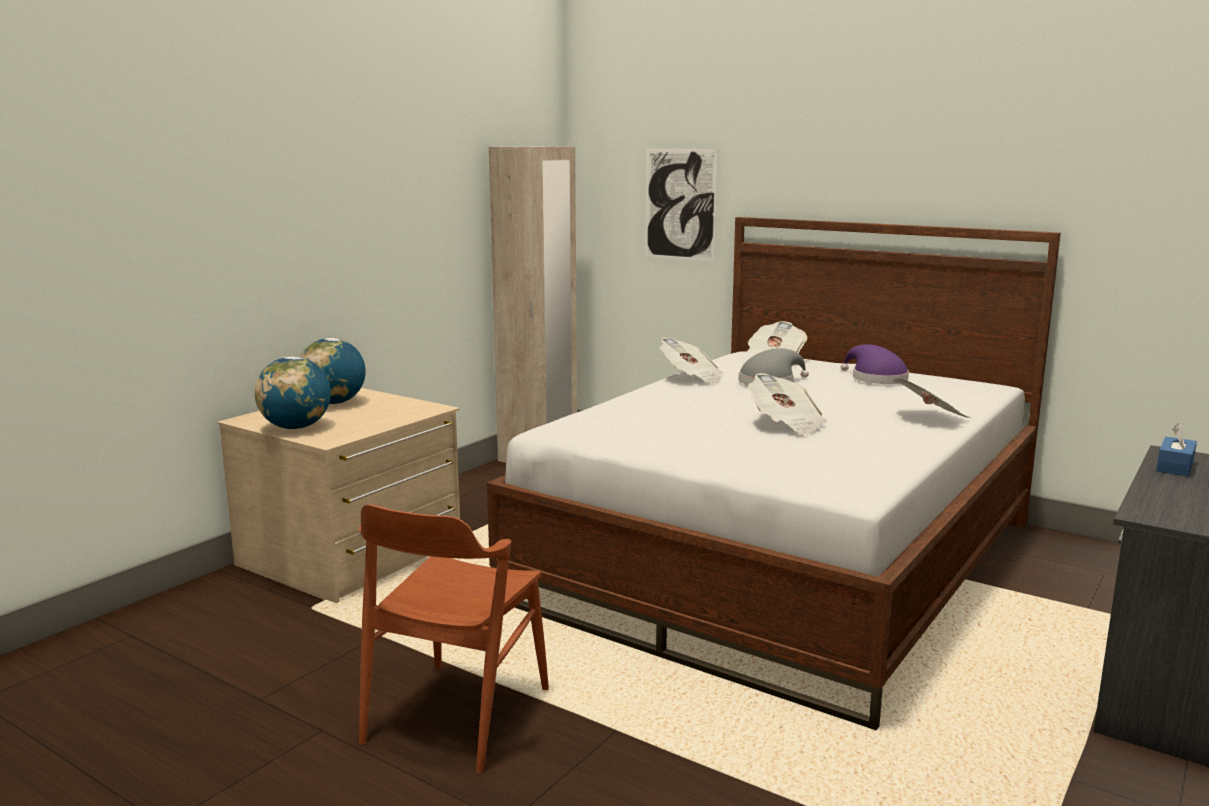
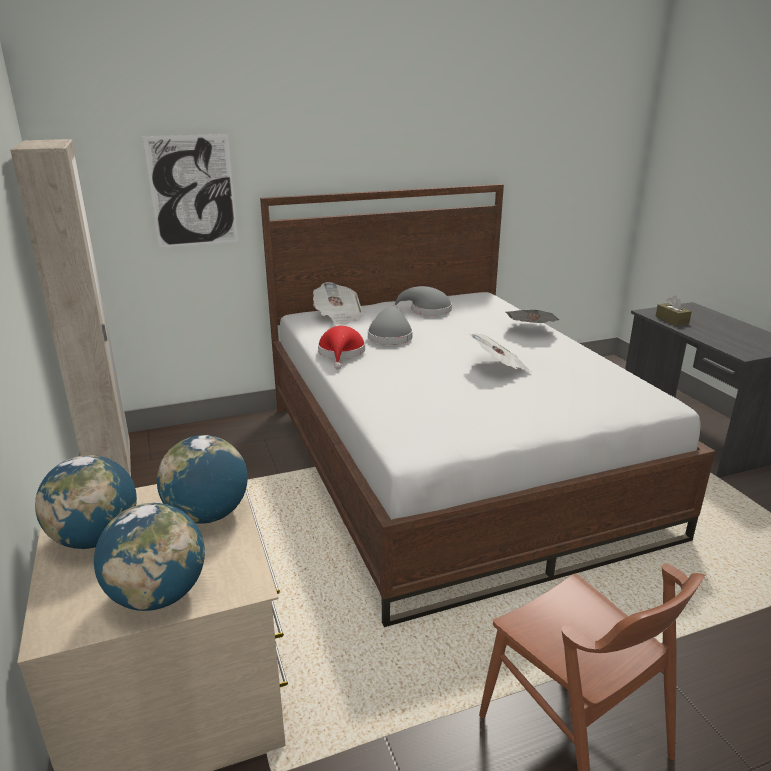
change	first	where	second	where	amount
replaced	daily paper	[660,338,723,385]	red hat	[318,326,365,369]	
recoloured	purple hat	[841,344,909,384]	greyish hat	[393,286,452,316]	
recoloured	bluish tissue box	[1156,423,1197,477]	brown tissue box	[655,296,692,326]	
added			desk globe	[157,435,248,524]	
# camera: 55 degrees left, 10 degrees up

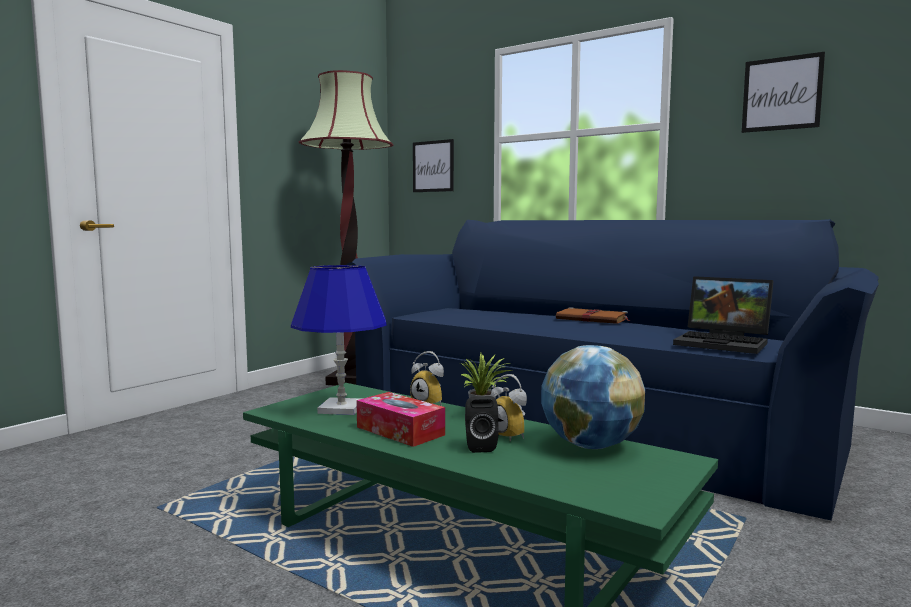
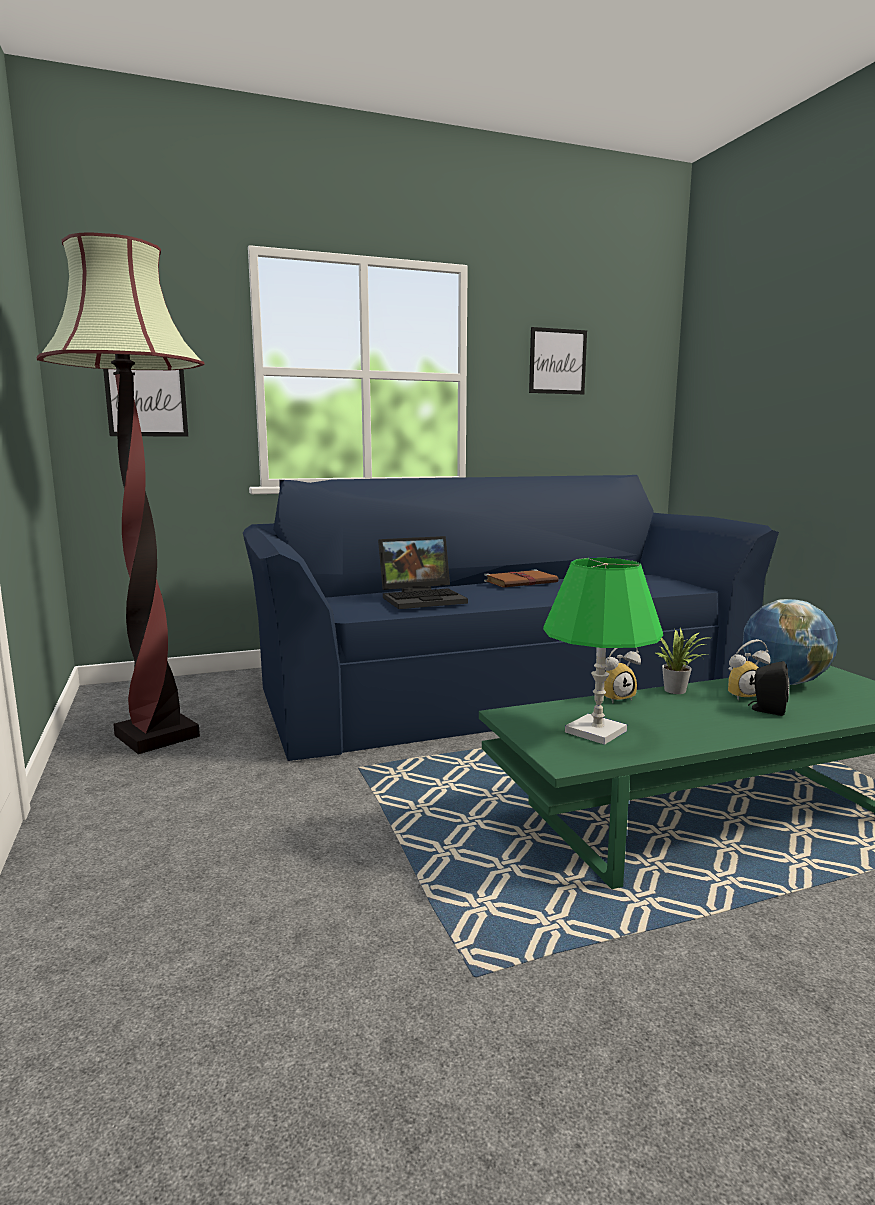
change	first	where	second	where	amount
recoloured	bluish tabletop lamp	[291,265,387,415]	green tabletop lamp	[543,558,663,745]	
moved	laptop	[673,276,774,354]		[378,536,468,609]	
removed	tissue box	[356,392,445,447]			
# camera: 55 degrees left, 5 degrees up

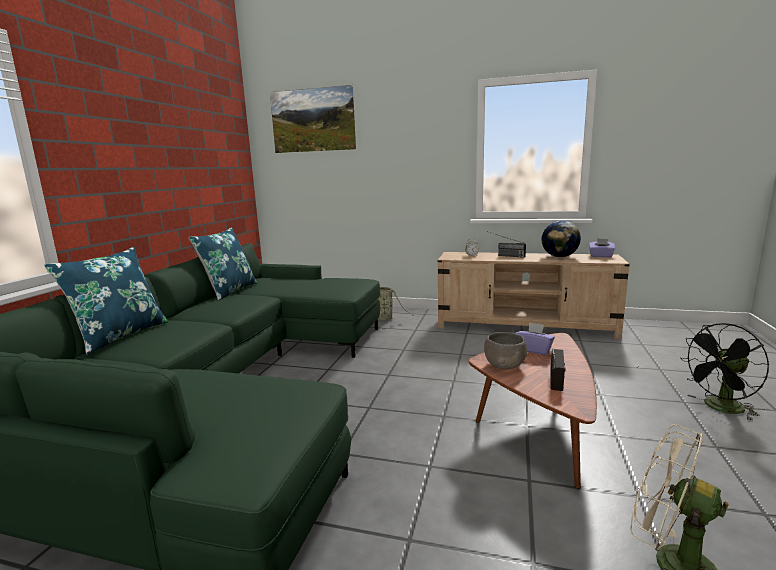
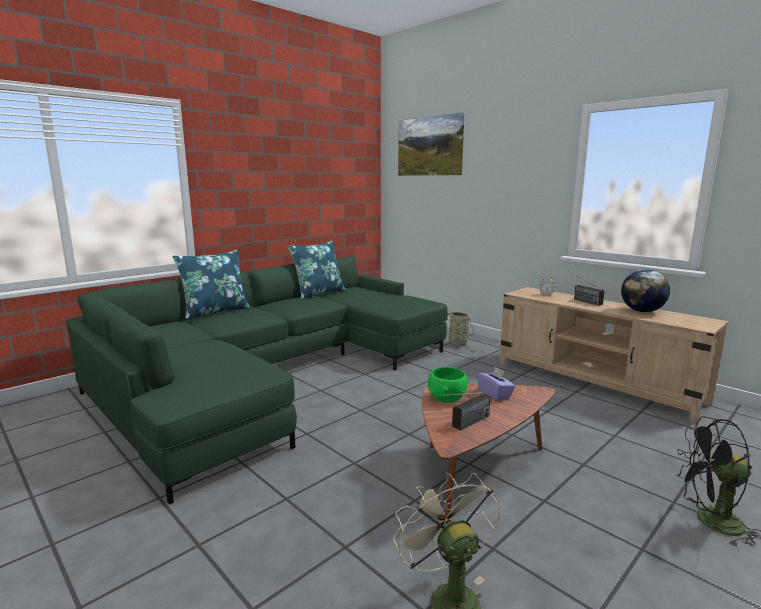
change	first	where	second	where	amount
removed	purple tissue box	[589,238,615,257]			
recoloured	greyish bowl	[484,332,528,369]	green bowl	[428,367,468,403]	
# camera: 30 degrees right, 0 degrees up

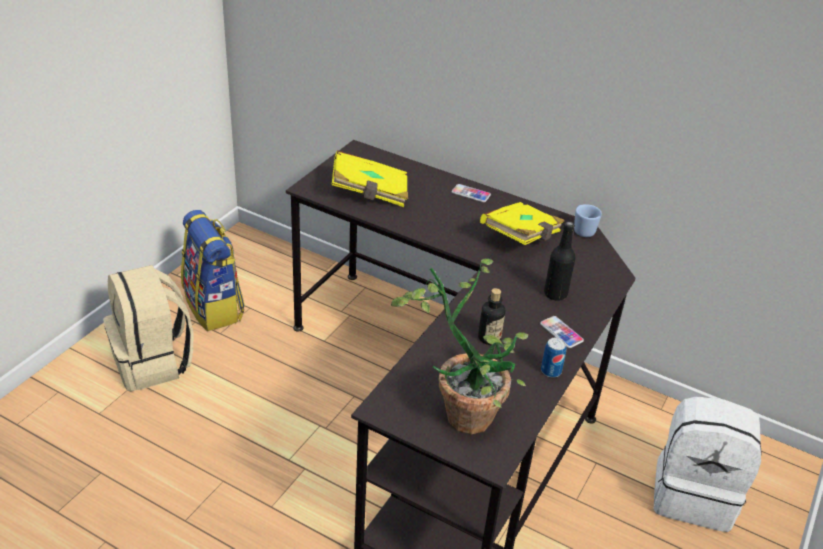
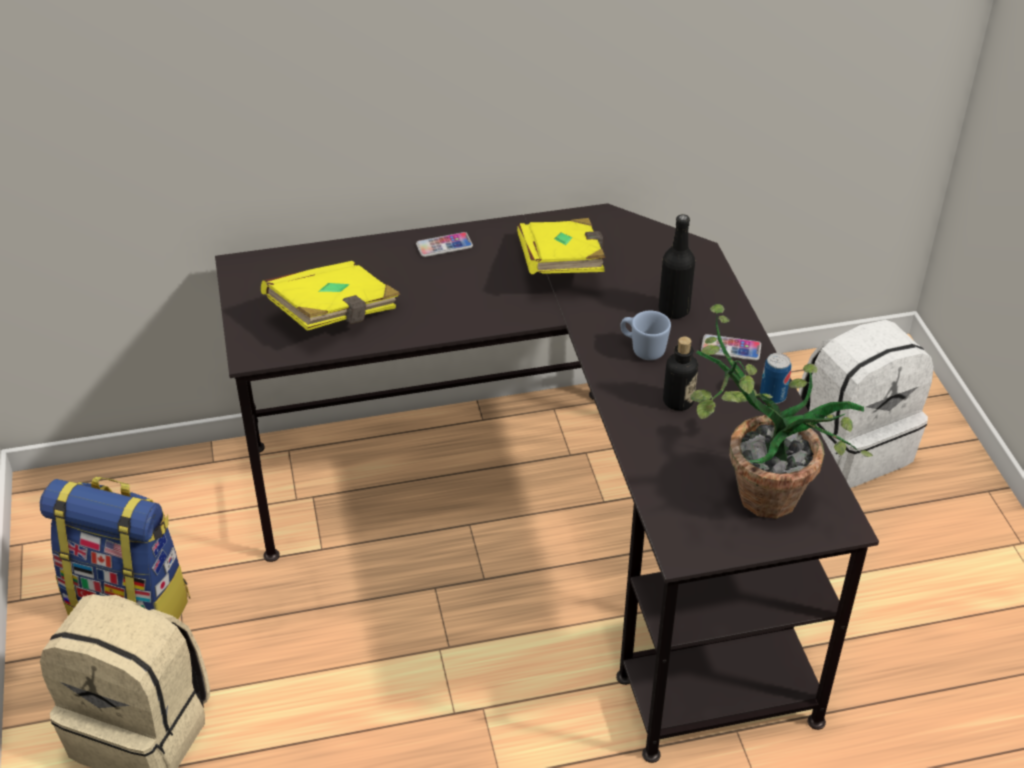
change	first	where	second	where	amount
moved	bluish tea mug	[574,204,602,237]		[620,311,671,360]	
# camera: 40 degrees left, 5 degrees up

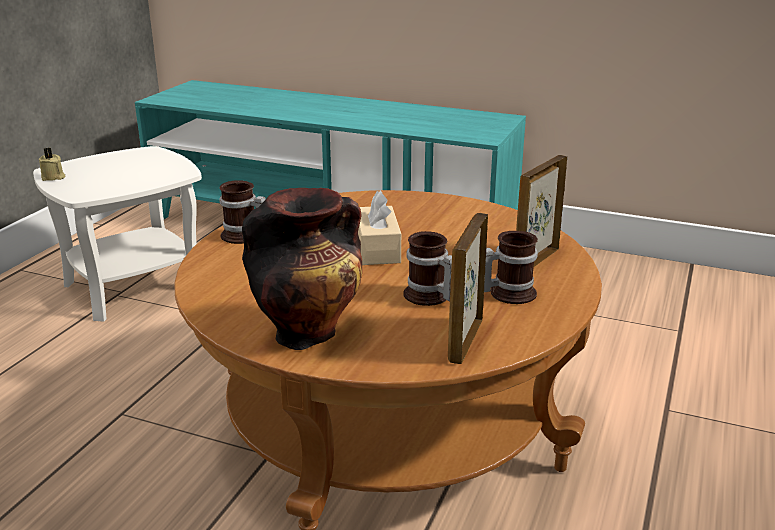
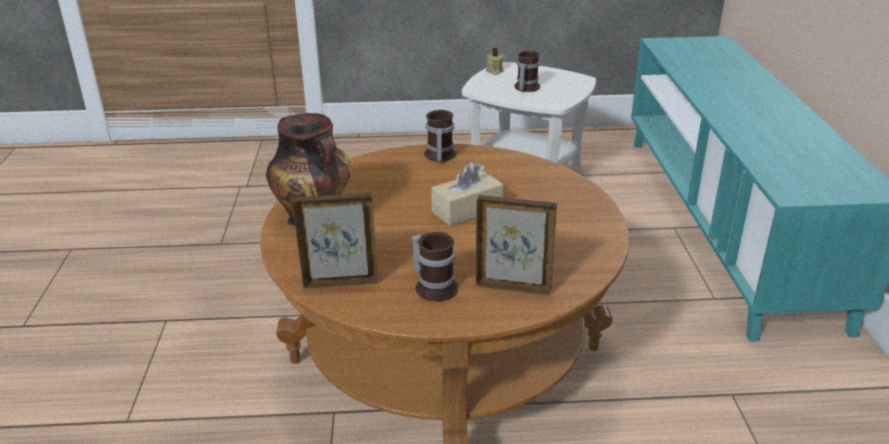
change	first	where	second	where	amount
moved	tea mug	[403,231,452,306]		[514,51,540,92]	
# camera: 65 degrees right, 5 degrees up

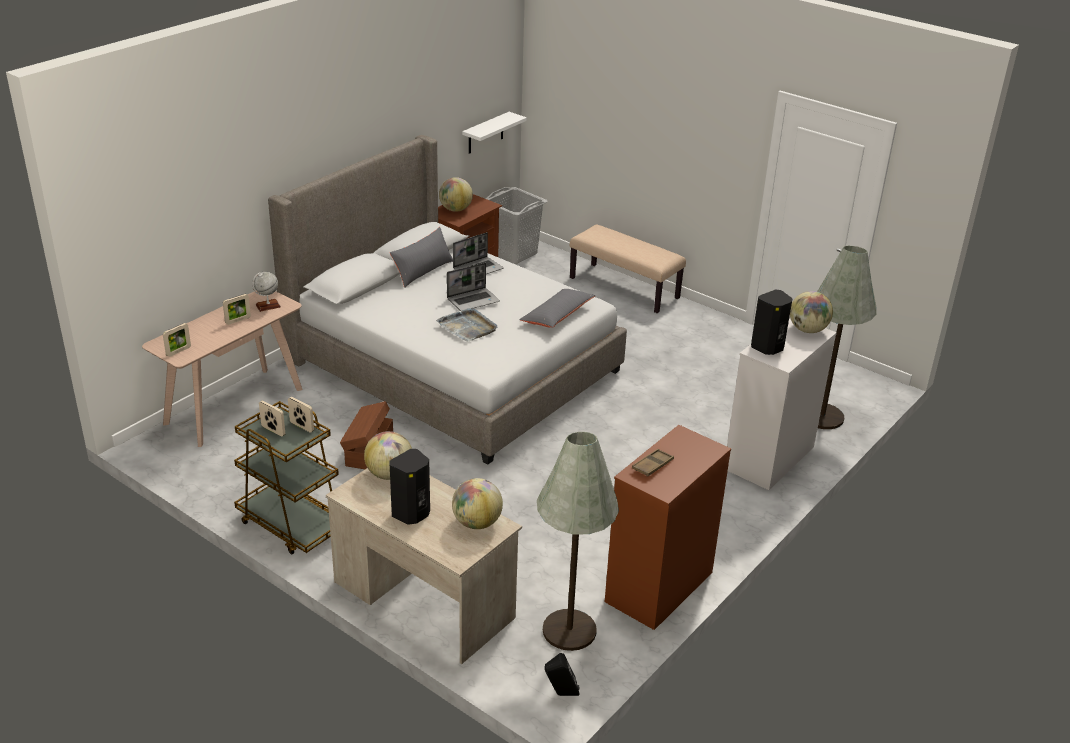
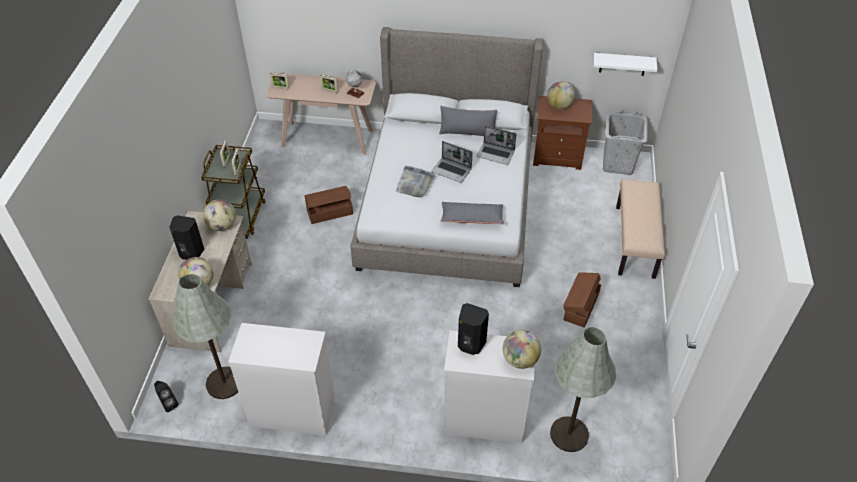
change	first	where	second	where	amount
recoloured	brown chest of drawers	[605,425,731,630]	white chest of drawers	[228,323,335,435]	
removed	brown tray	[632,449,674,476]			
added			brown storage box	[563,272,601,328]	
# camera: 60 degrees right, 15 degrees up

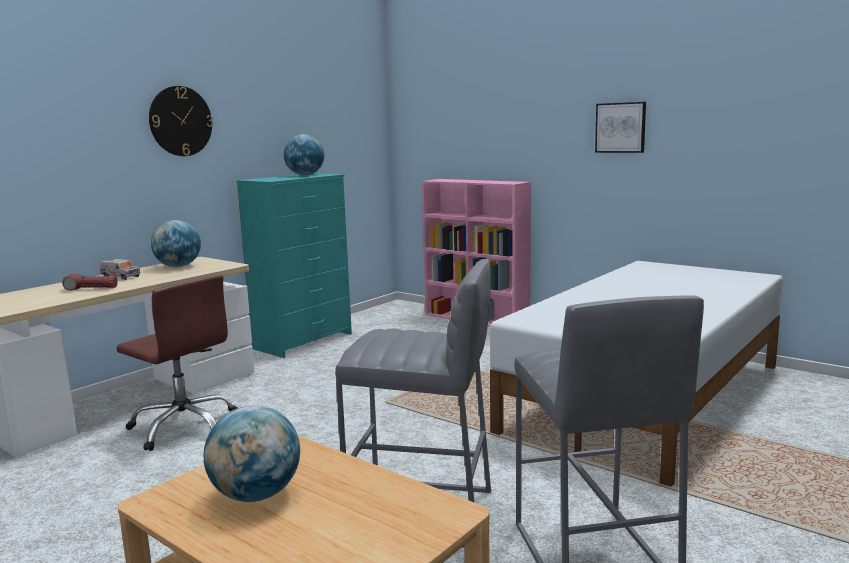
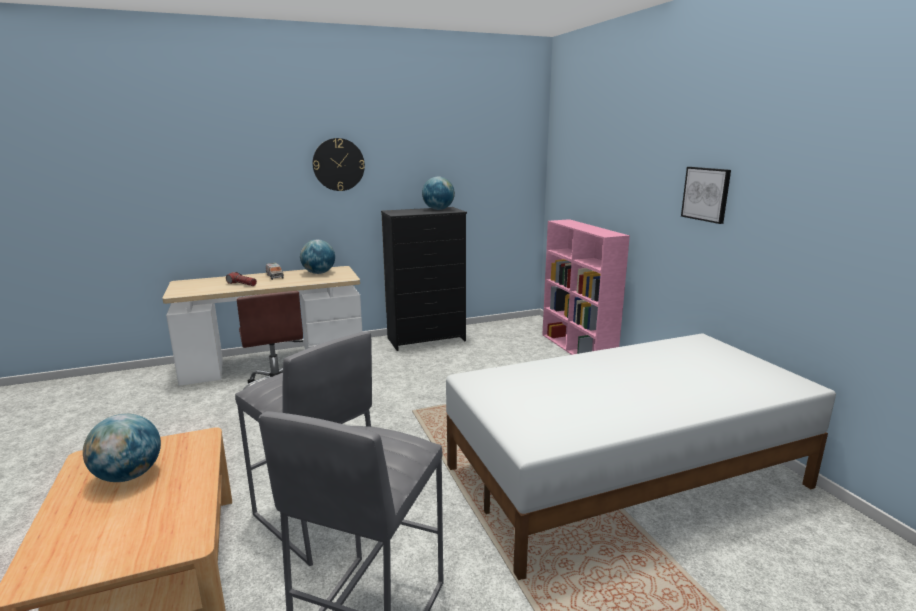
change	first	where	second	where	amount
recoloured	turquoise chest of drawers	[236,173,352,358]	black chest of drawers	[381,207,467,351]	
# camera: 30 degrees right, 5 degrees up

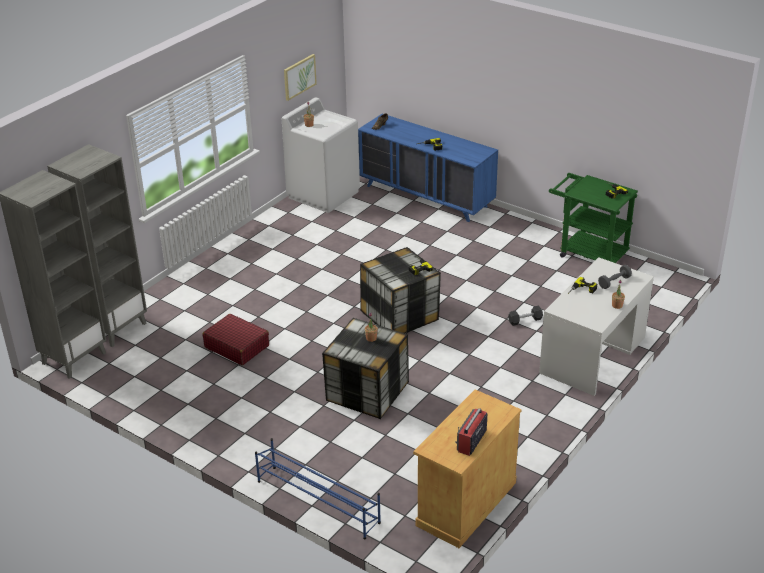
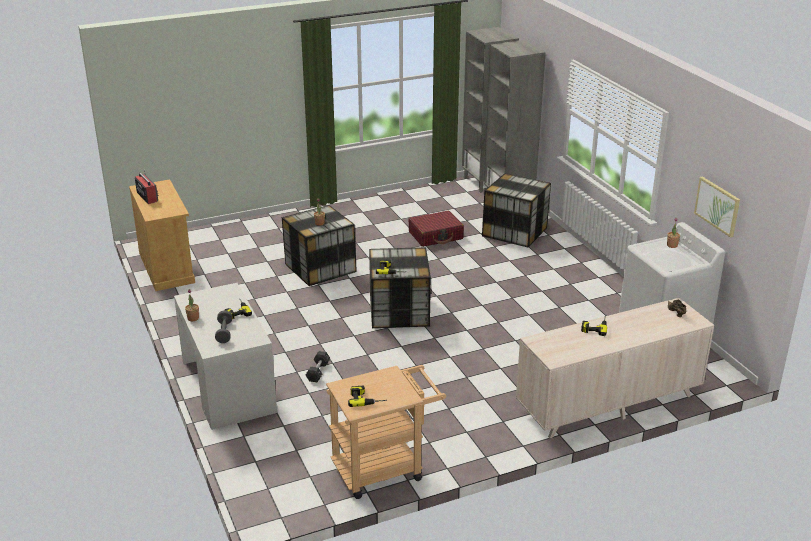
change	first	where	second	where	amount
recoloured	bluish chest of drawers	[358,114,498,222]	beige chest of drawers	[516,298,714,438]	
recoloured	green trolley	[549,173,638,263]	beige trolley	[326,365,446,499]	
removed	bluish shoe rack	[255,438,381,539]			
added			storage box	[482,173,551,247]	
# camera: 120 degrees right, 5 degrees down

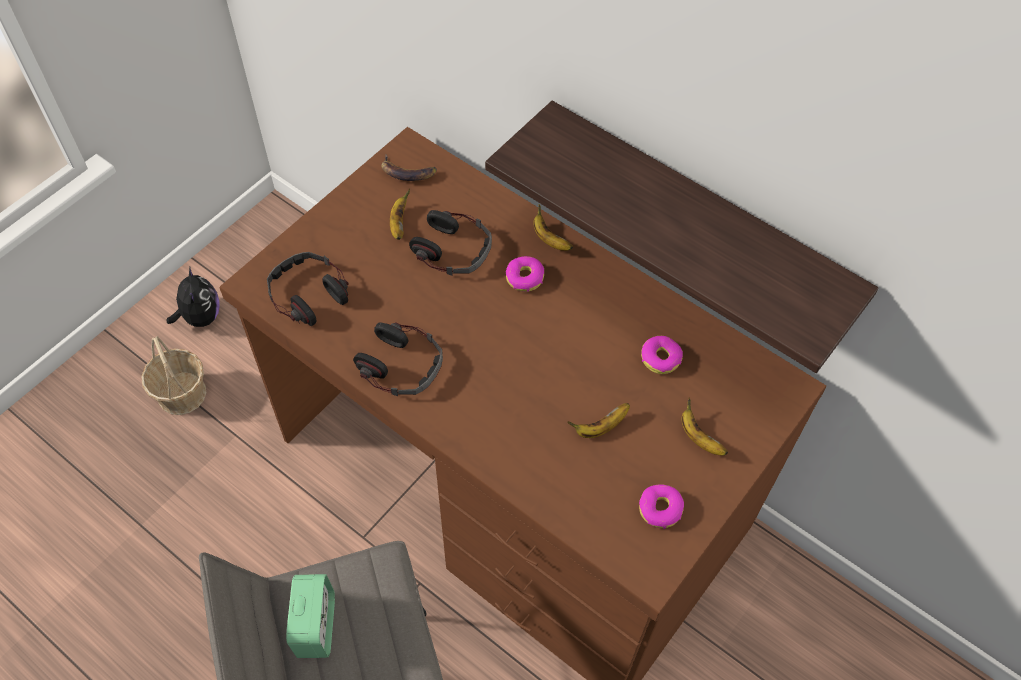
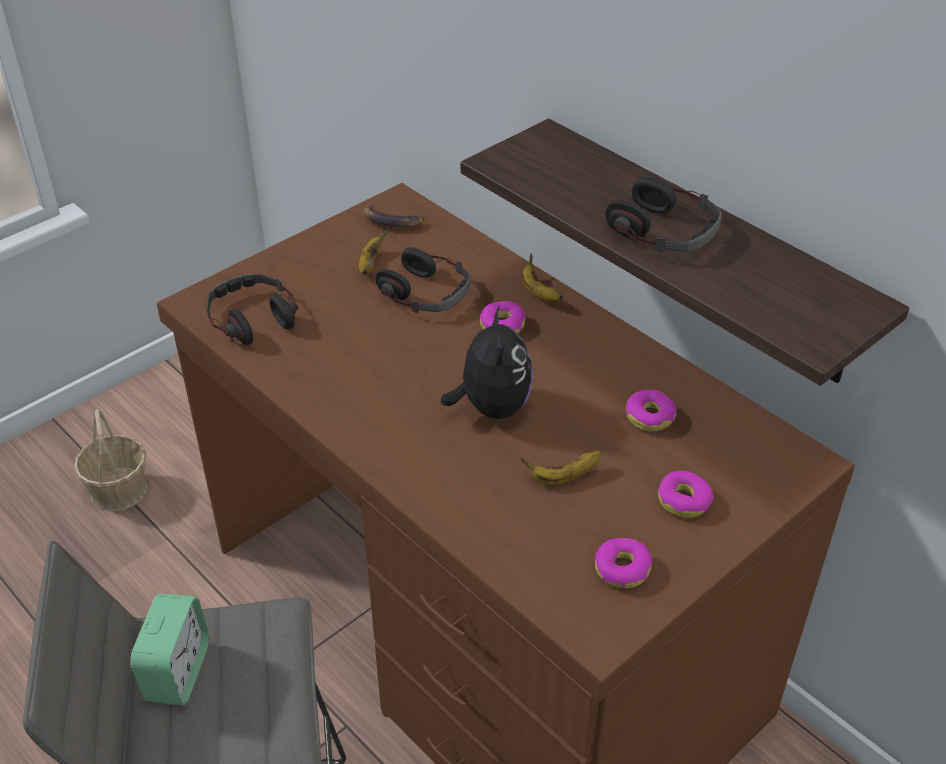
change	first	where	second	where	amount
moved	soft toy	[166,267,220,327]		[441,305,533,419]	
moved	pair of headphones	[353,322,443,396]		[605,177,722,253]	
replaced	whole banana	[682,398,728,455]	donut	[658,471,713,518]	
# camera: 10 degrees right, 15 degrees down

